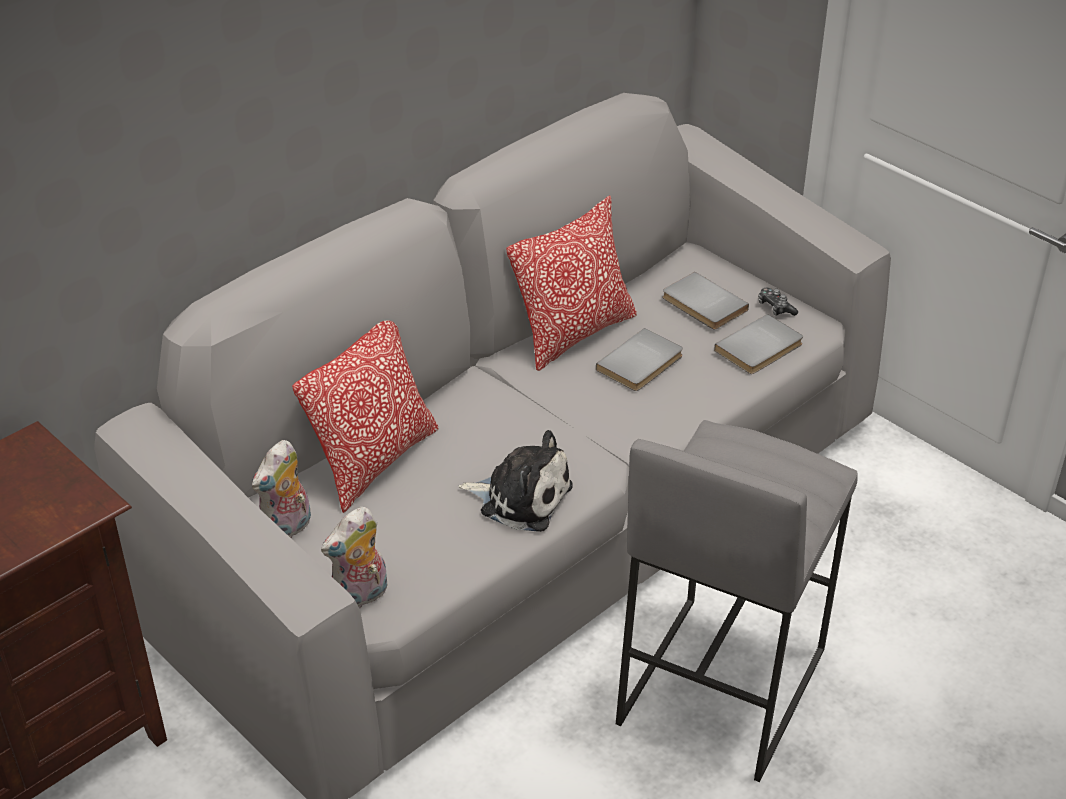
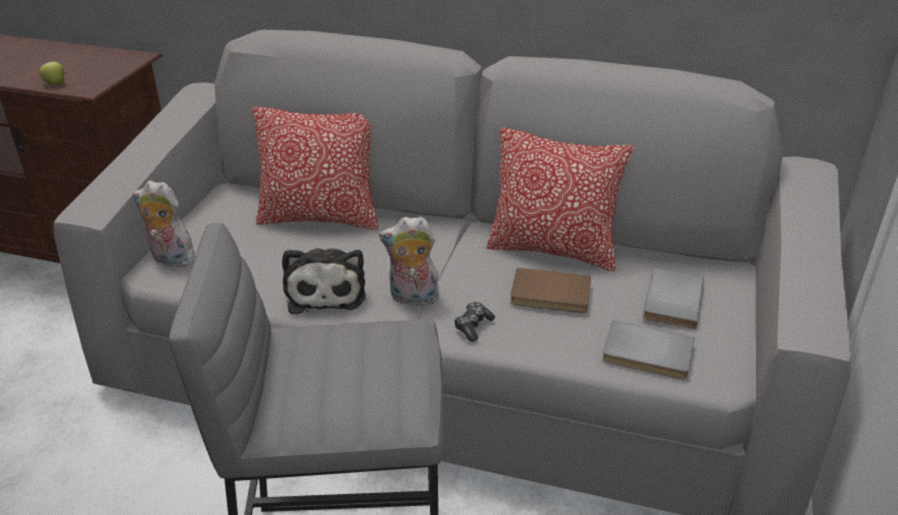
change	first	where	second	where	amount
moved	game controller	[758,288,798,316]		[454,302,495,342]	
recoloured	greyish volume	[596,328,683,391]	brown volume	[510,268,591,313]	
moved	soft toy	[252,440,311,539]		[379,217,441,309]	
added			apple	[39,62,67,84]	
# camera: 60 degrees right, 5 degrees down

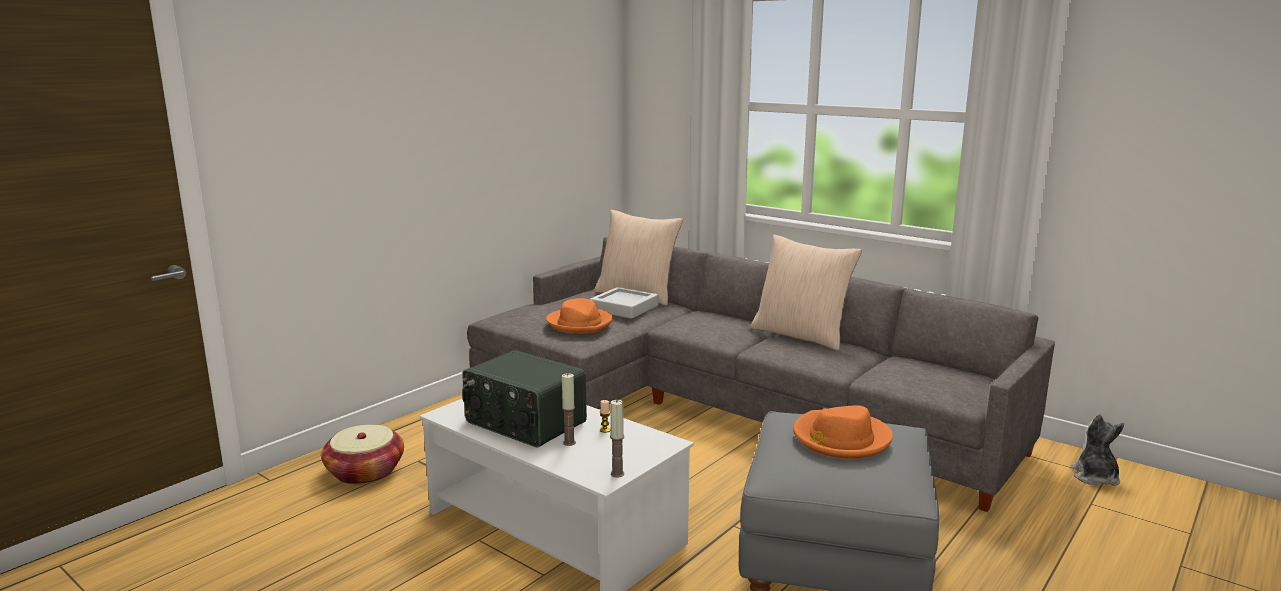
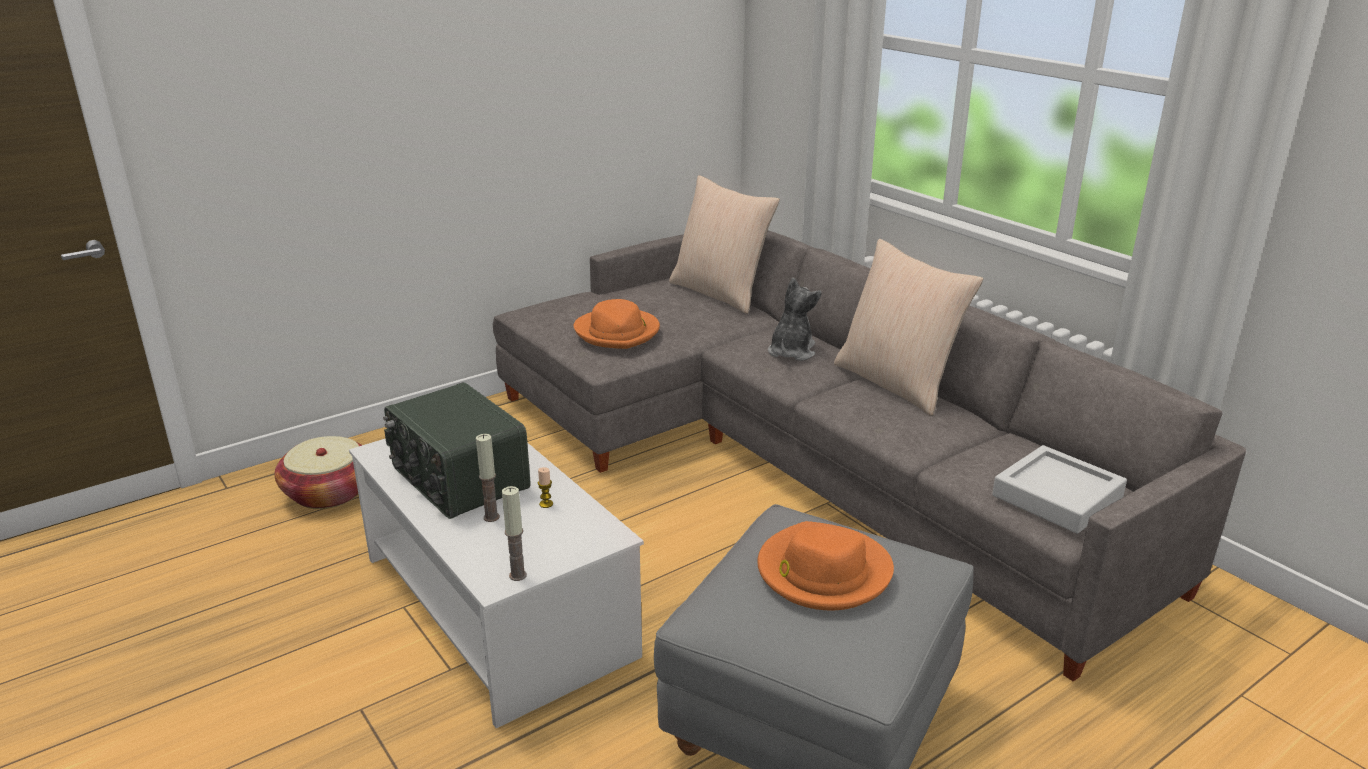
change	first	where	second	where	amount
moved	greyish tray	[590,287,659,319]		[992,445,1127,534]	
moved	soft toy	[1072,414,1124,486]		[768,277,822,361]	
# camera: 15 degrees right, 10 degrees up

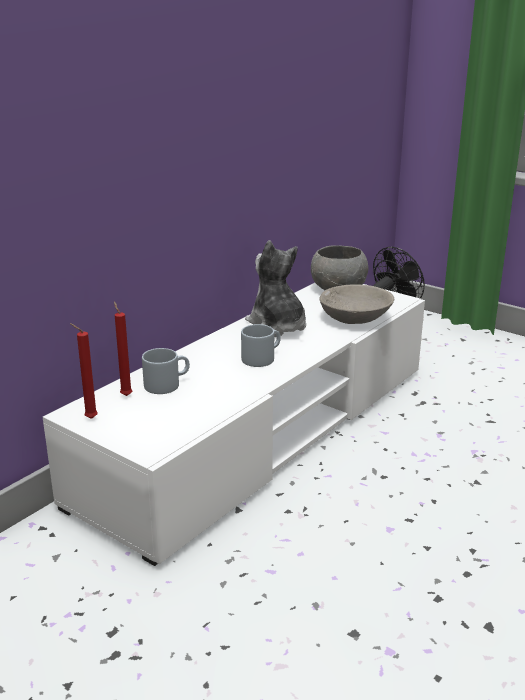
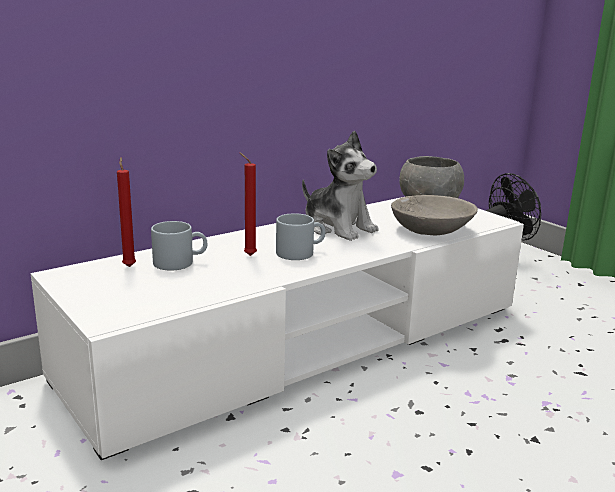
change	first	where	second	where	amount
turned	soft toy	[245,240,306,337]		[302,131,379,241]	150 degrees clockwise
moved	red wax candle	[70,323,98,419]		[240,153,257,256]	
# camera: 15 degrees right, 5 degrees down

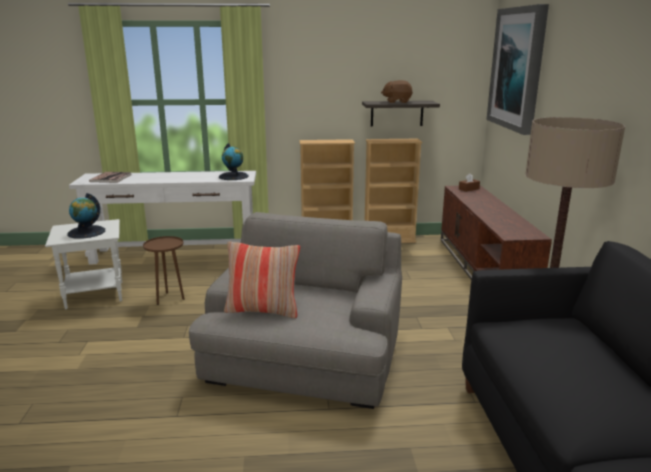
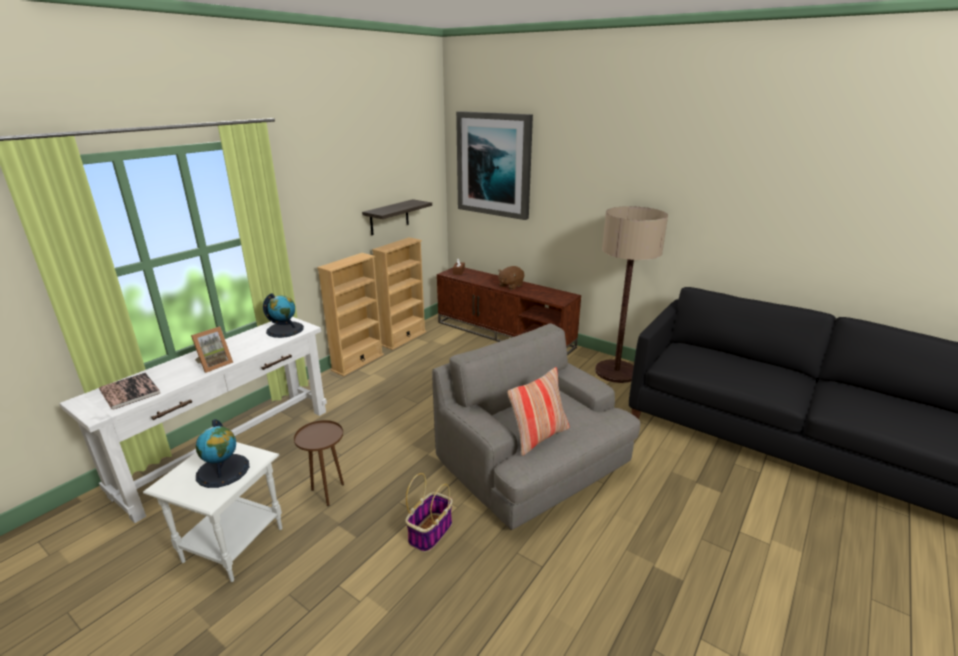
change	first	where	second	where	amount
moved	brown soft toy	[381,80,413,103]		[498,266,524,290]	
added			photo frame	[191,326,233,373]	
added			basket	[405,473,453,552]	
# camera: 50 degrees left, 5 degrees up

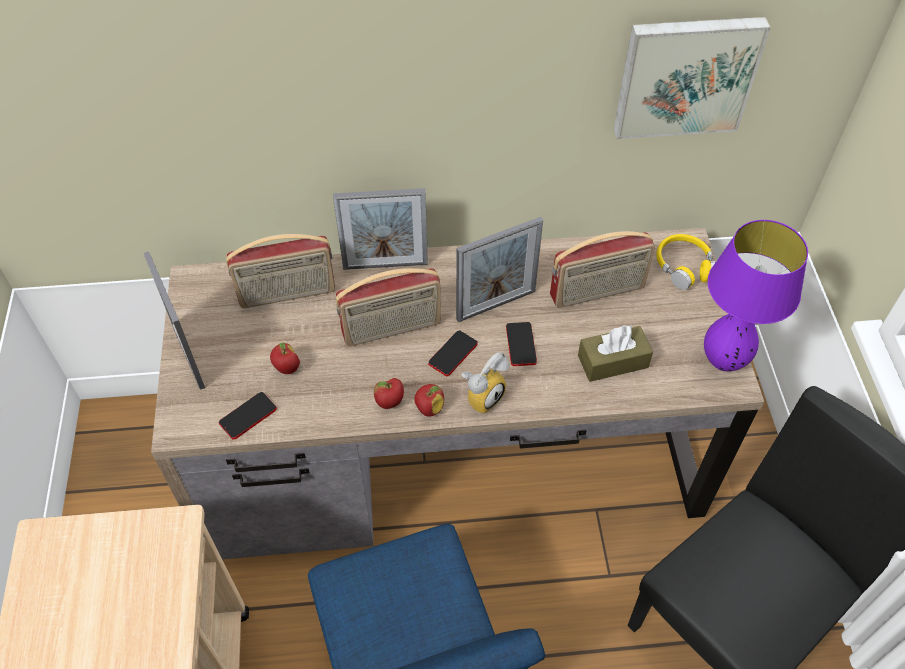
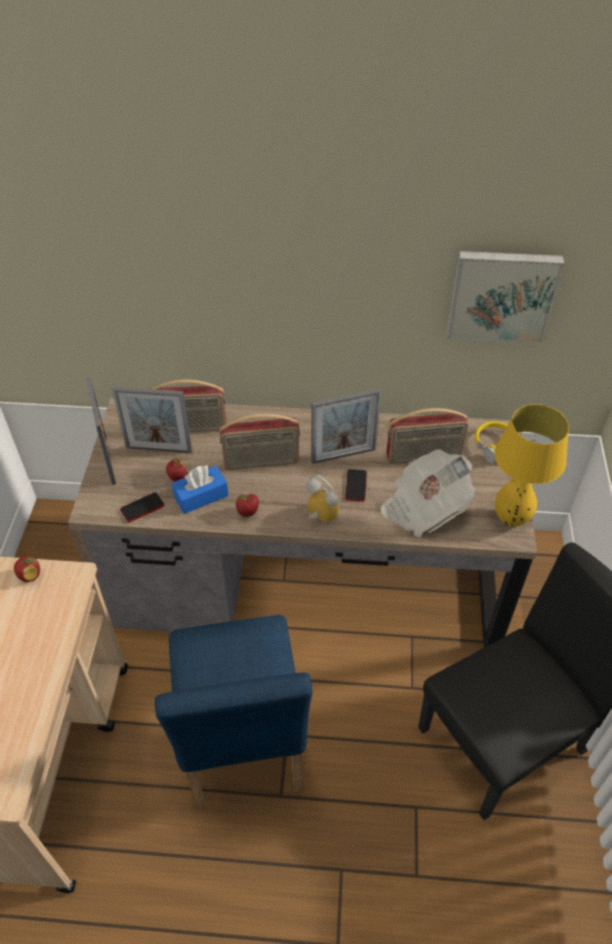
change	first	where	second	where	amount
moved	photo frame	[333,188,428,270]		[112,387,192,453]	
recoloured	purple tabletop lamp	[704,220,808,371]	yellowish tabletop lamp	[494,404,569,526]	
replaced	brown tissue box	[578,325,653,382]	daily paper	[381,449,475,538]	
removed	telephone	[428,330,478,376]			
turned	bedside clock	[461,352,509,413]		[306,475,339,523]	105 degrees counterclockwise
moved	apple	[414,384,444,417]		[14,556,40,582]	
added			bluish tissue box	[172,465,229,514]	
# camera: 10 degrees right, 5 degrees down

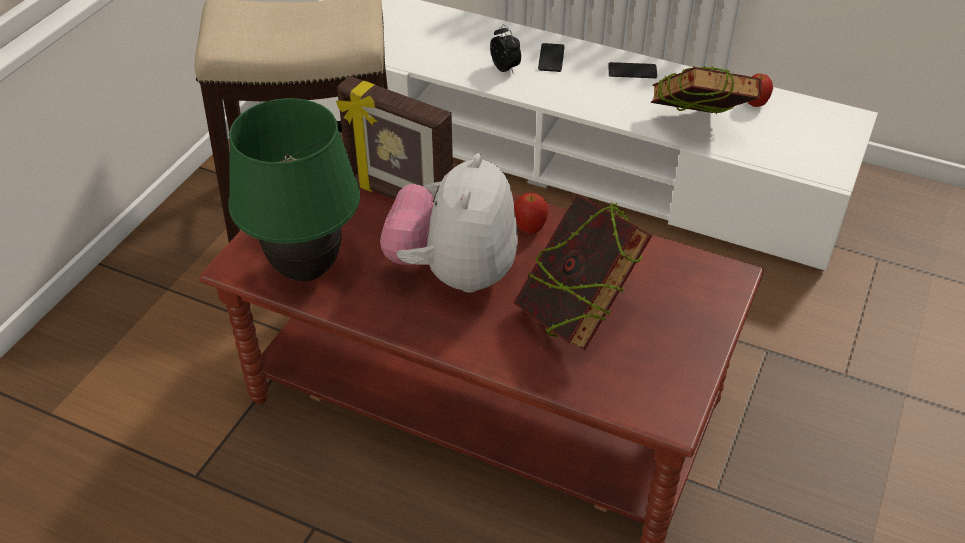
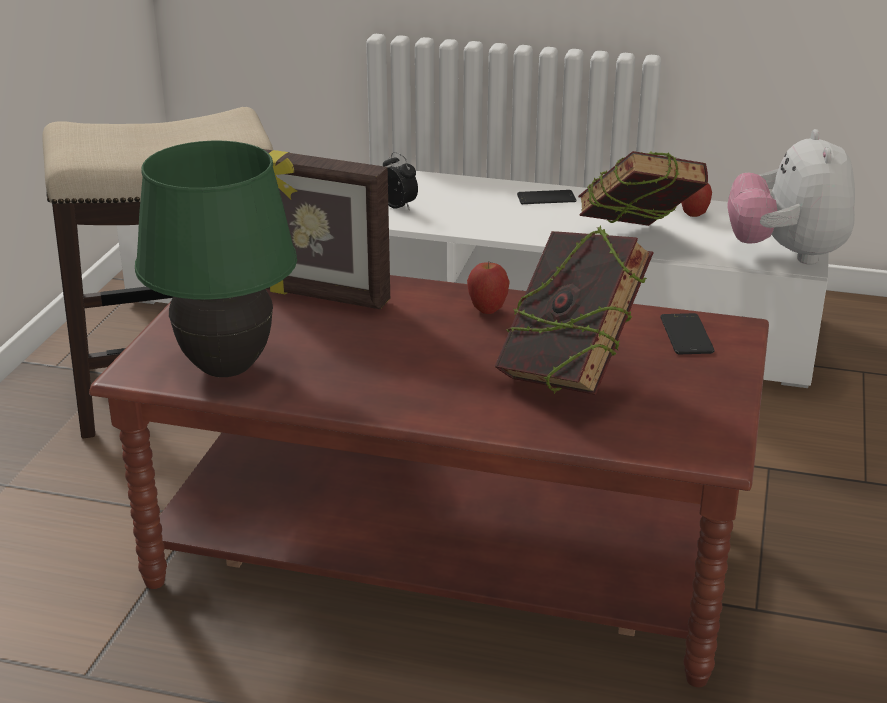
change	first	where	second	where	amount
moved	telephone	[538,43,565,72]		[660,313,714,355]	
moved	soft toy	[380,153,518,293]		[728,129,855,265]	
# camera: 10 degrees left, 15 degrees down

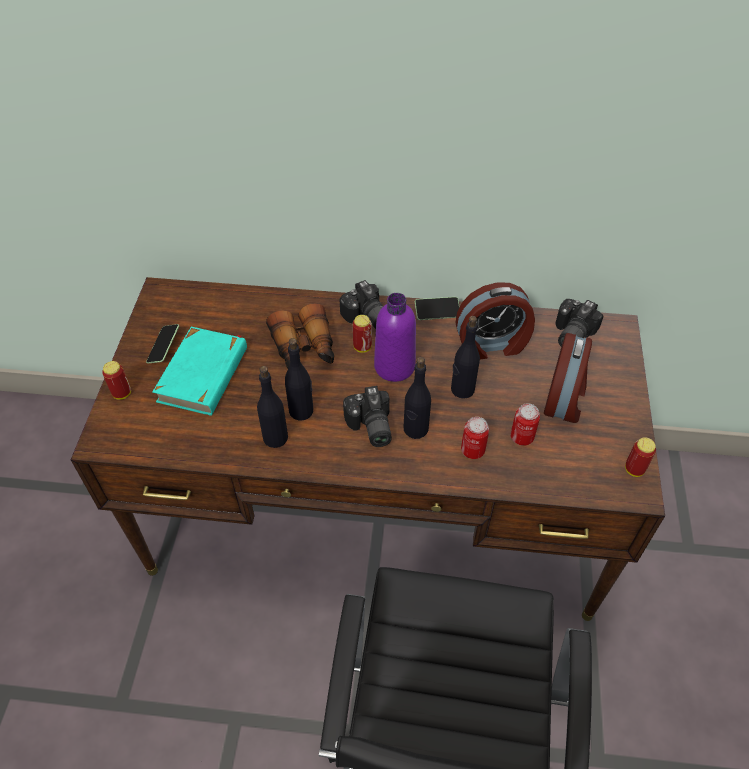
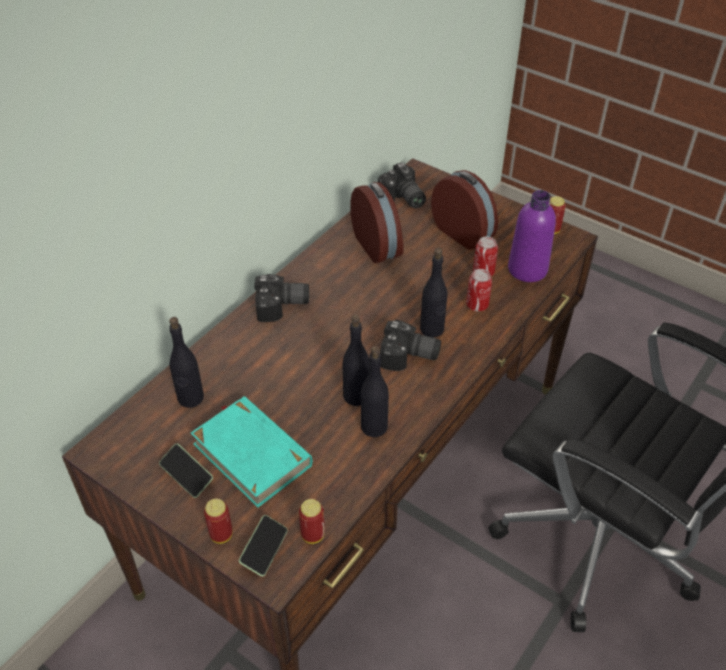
change	first	where	second	where	amount
turned	bedside clock	[455,282,535,359]		[350,182,404,263]	45 degrees counterclockwise
moved	purple bottle	[374,293,416,382]		[508,190,556,282]	
moved	telephone	[415,297,460,320]		[239,515,288,577]	
removed	field glasses	[266,303,334,368]			
moved	can	[353,315,372,353]		[299,499,325,544]	
moved	black bottle	[451,316,480,399]		[169,317,204,408]	
# camera: 60 degrees left, 5 degrees down

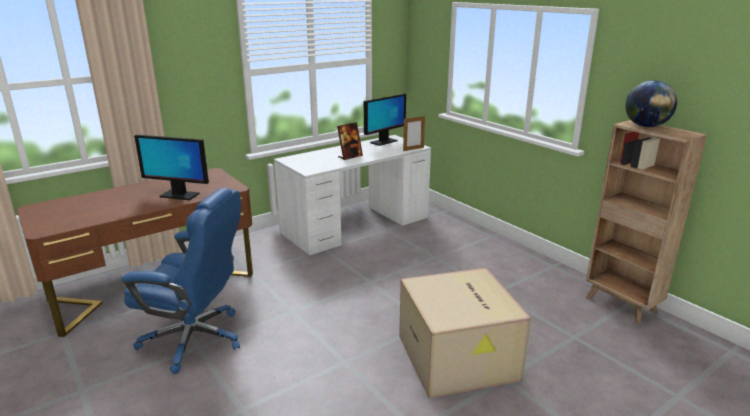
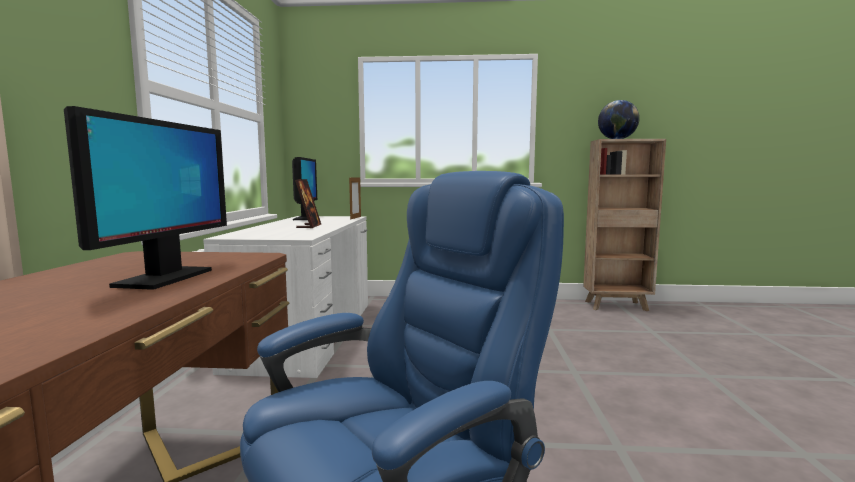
change	first	where	second	where	amount
turned	computer screen	[134,135,209,200]		[64,106,227,290]	45 degrees counterclockwise
removed	carton	[399,268,531,398]			
# camera: 50 degrees left, 15 degrees down

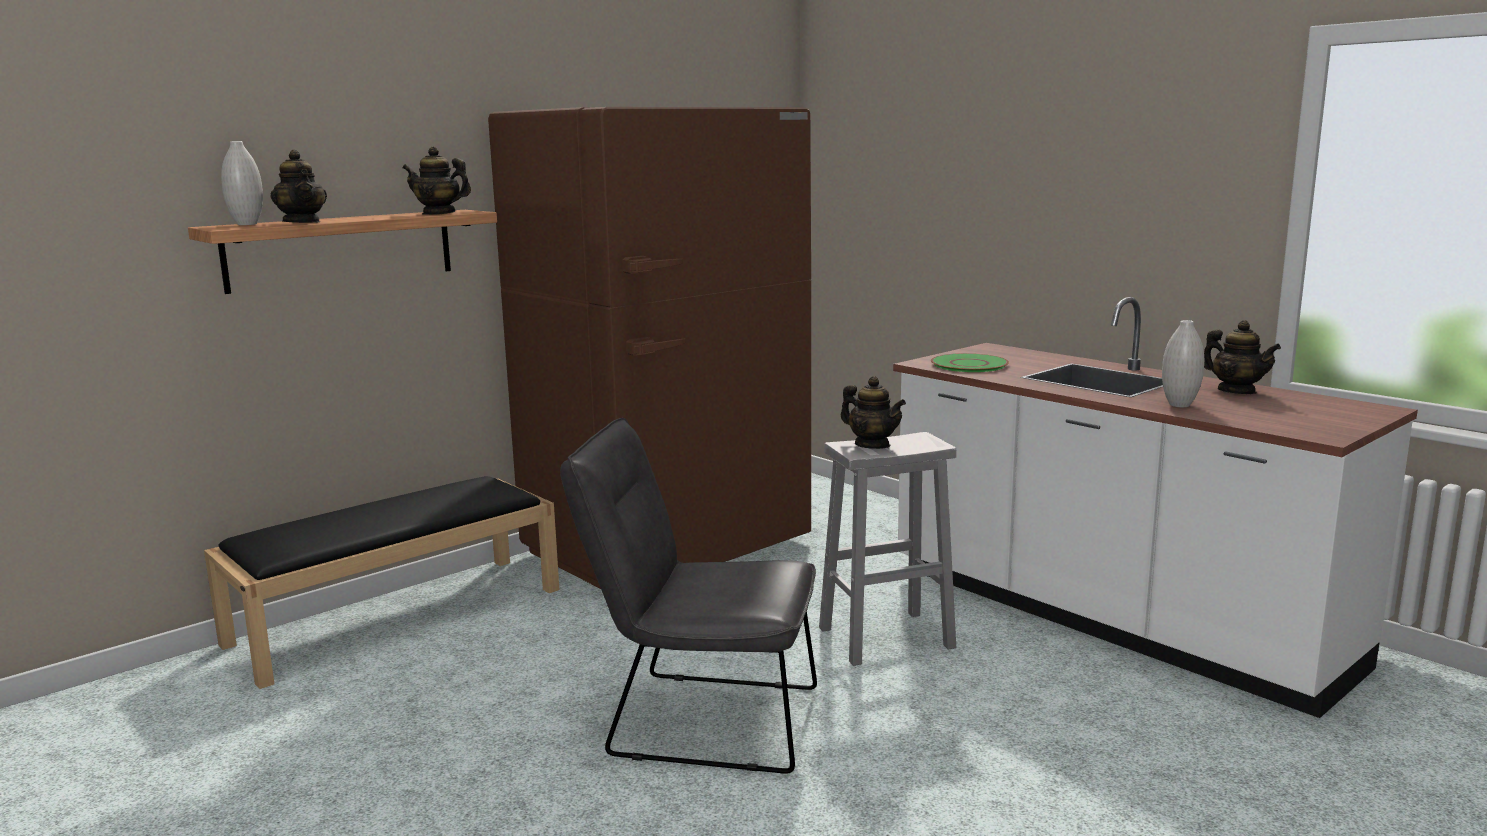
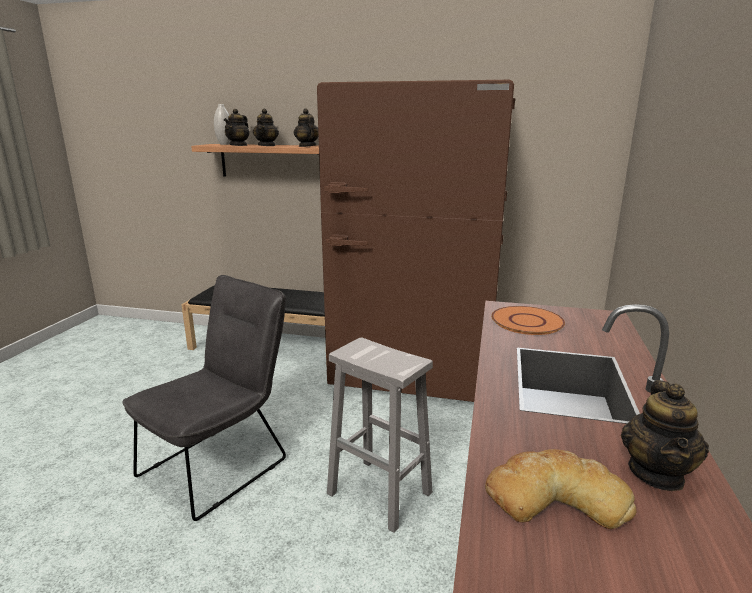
change	first	where	second	where	amount
removed	white decorative vase	[1162,320,1204,407]			
recoloured	green flat dish	[931,353,1009,372]	orange flat dish	[491,306,565,335]	
moved	tea pot	[841,376,906,449]		[253,109,279,146]	
turned	greyish upright chair	[560,418,817,774]		[122,275,286,521]	60 degrees clockwise
added			bread	[485,449,636,529]	
# camera: 55 degrees right, 5 degrees up

